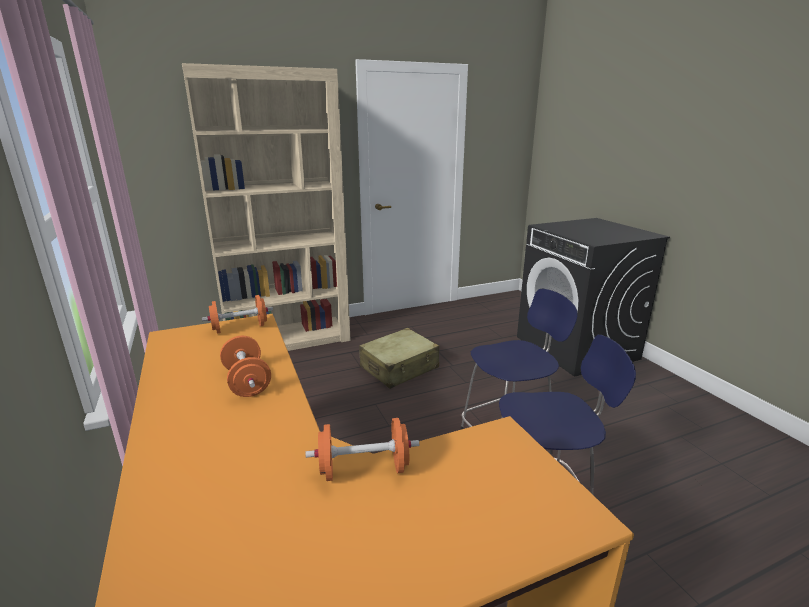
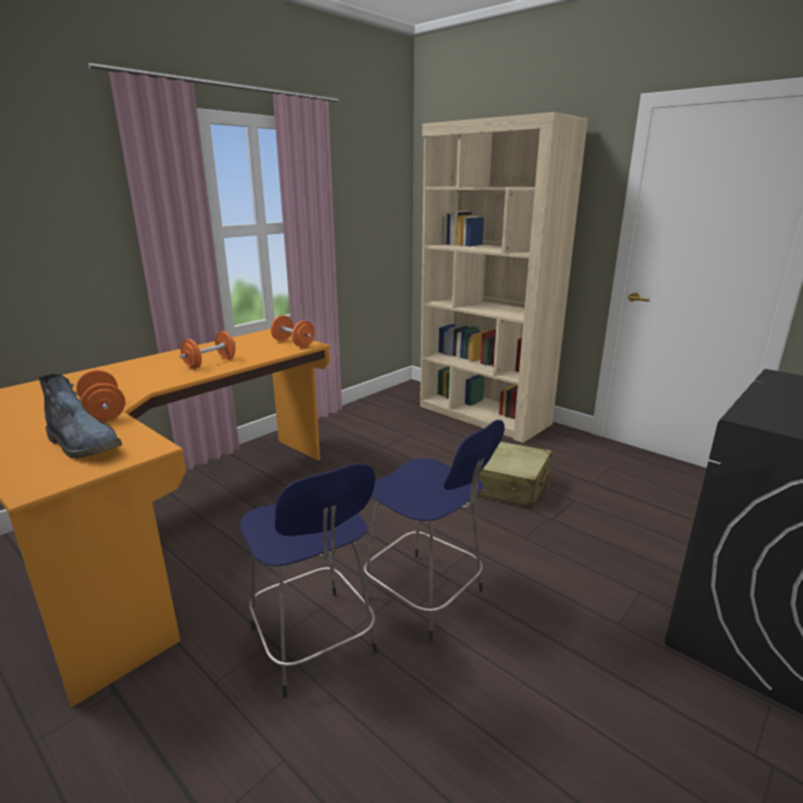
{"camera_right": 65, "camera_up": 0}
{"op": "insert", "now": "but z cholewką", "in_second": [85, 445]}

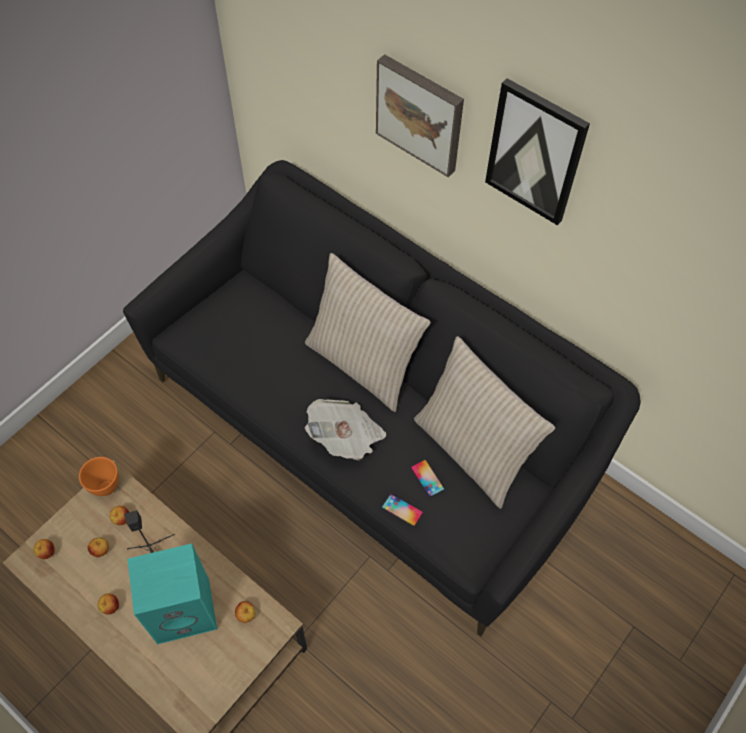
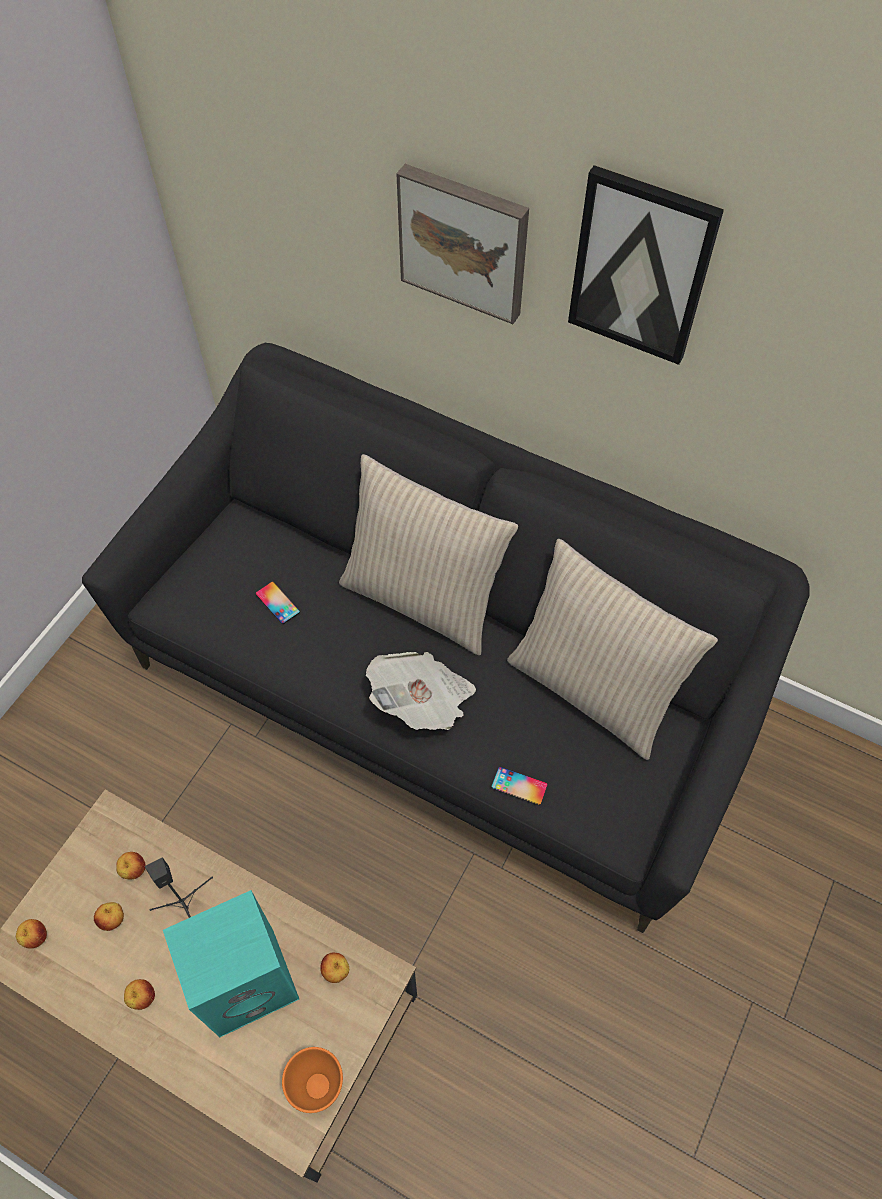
{"camera_right": -10, "camera_up": 0}
{"op": "move", "was": "miska (pomarańczowy)", "in_first": [107, 487], "in_second": [319, 1085]}
{"op": "move", "was": "telefon", "in_first": [427, 478], "in_second": [277, 603]}

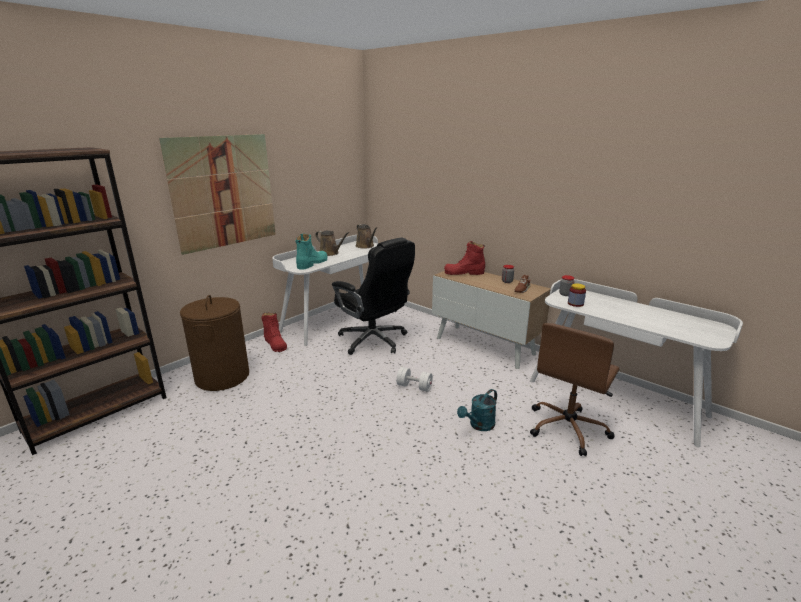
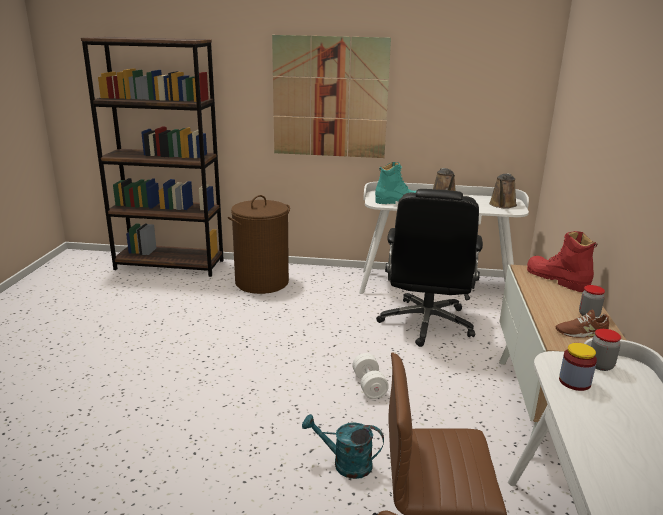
{"camera_right": 55, "camera_up": 0}
{"op": "delete", "was": "but z cholewką (czerwony)", "in_first": [275, 344]}

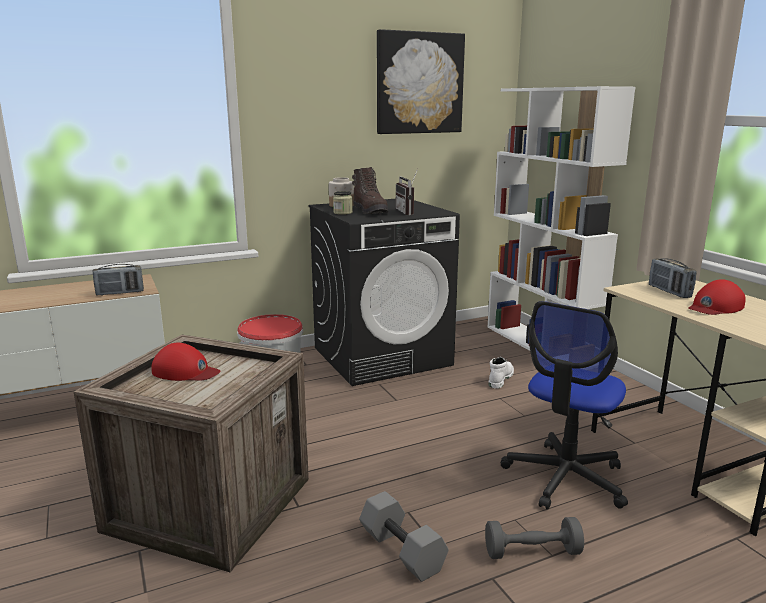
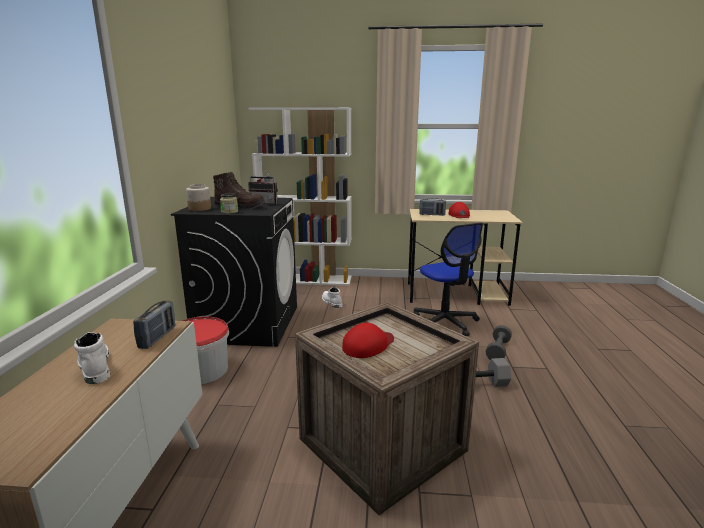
{"camera_right": -60, "camera_up": 0}
{"op": "delete", "was": "obraz", "in_first": [419, 83]}
{"op": "insert", "now": "but z cholewką (biały)", "in_second": [94, 366]}

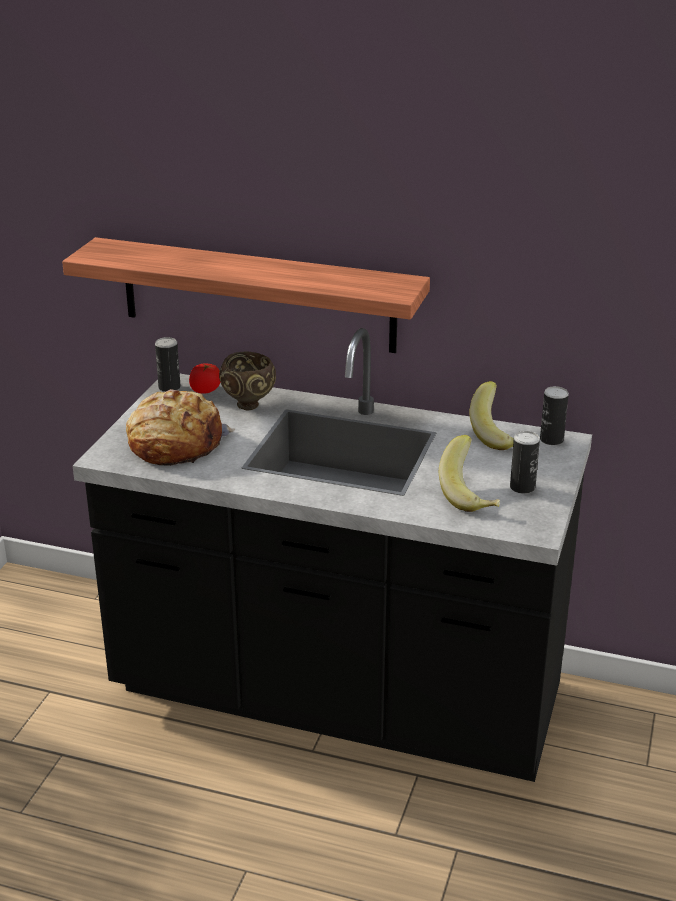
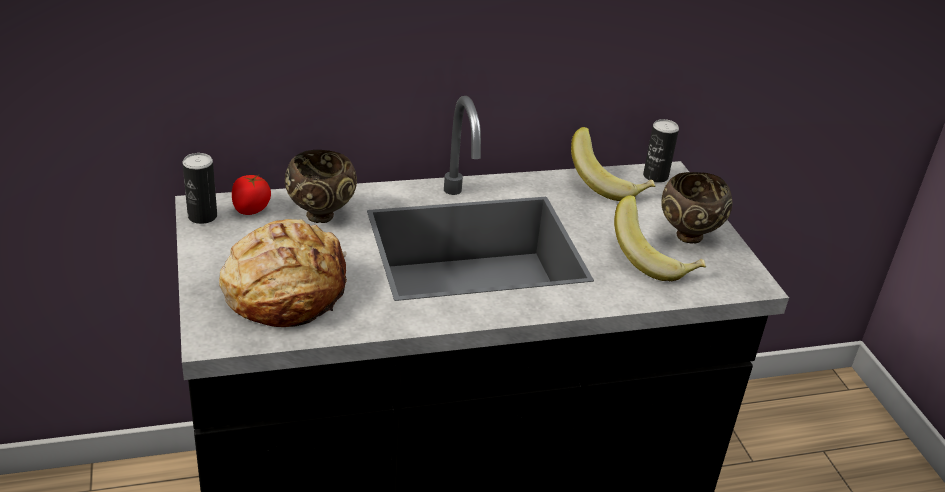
{"camera_right": -35, "camera_up": 5}
{"op": "delete", "was": "półka", "in_first": [257, 295]}
{"op": "replace", "was": "puszka", "now": "miska (brązowy)", "in_first": [522, 487], "in_second": [687, 237]}

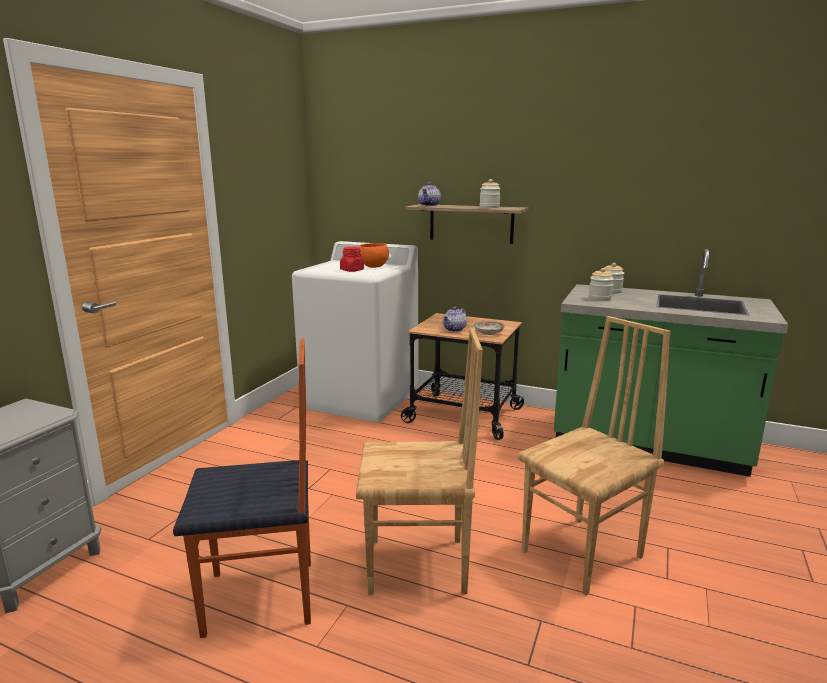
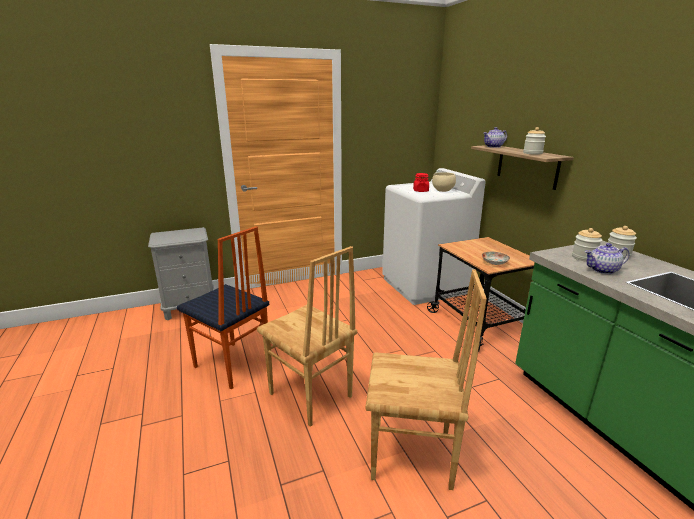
{"camera_right": 45, "camera_up": 5}
{"op": "move", "was": "imbryk", "in_first": [454, 329], "in_second": [602, 270]}
{"op": "recolor", "was": "miska (pomarańczowy)", "now": "miska (beżowy)", "in_first": [373, 266], "in_second": [442, 190]}

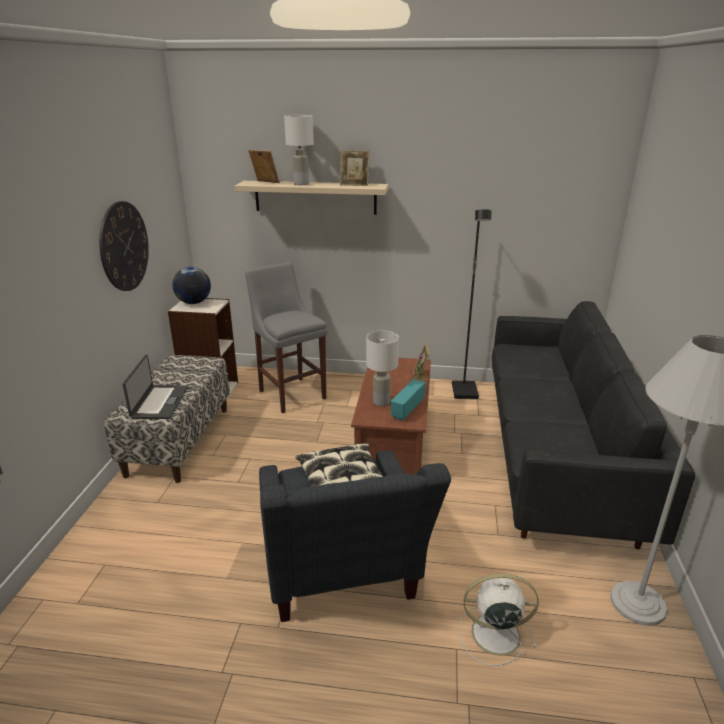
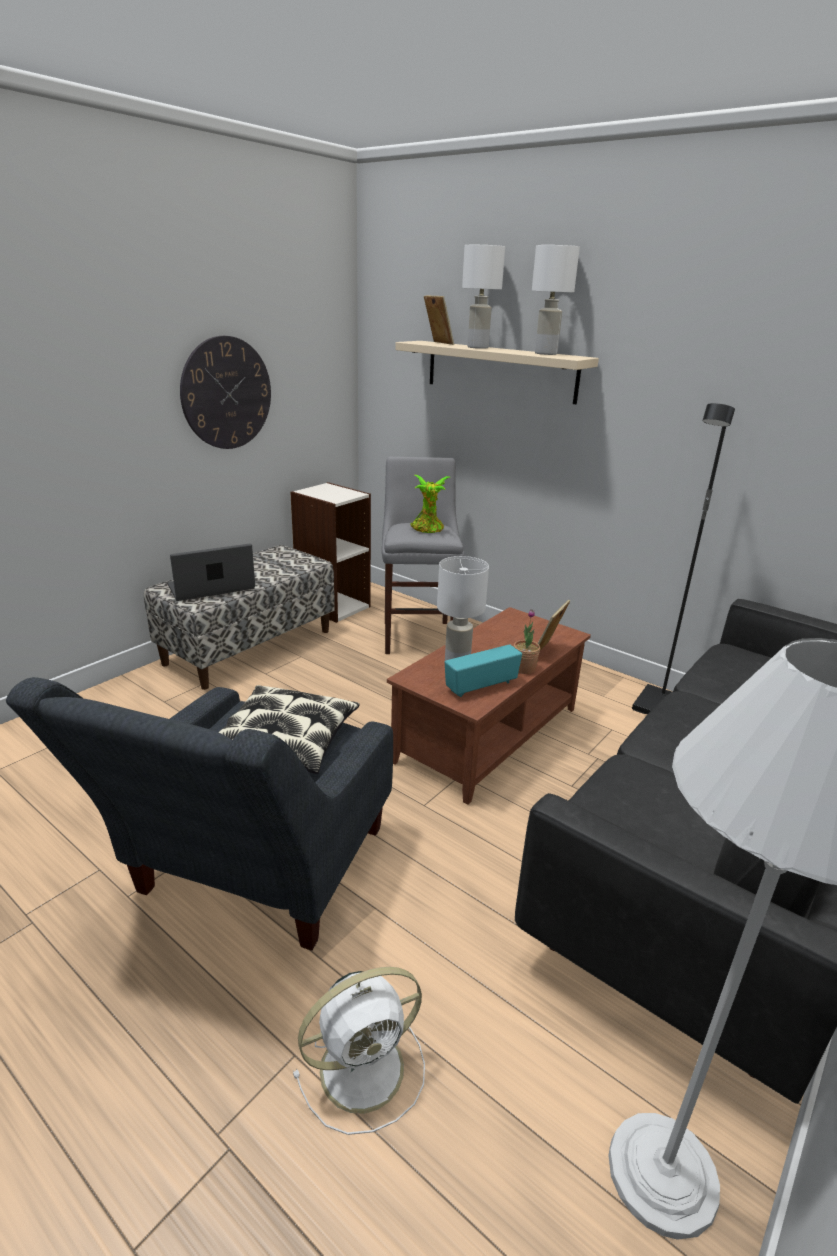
{"camera_right": 30, "camera_up": 0}
{"op": "delete", "was": "globus", "in_first": [194, 302]}
{"op": "insert", "now": "roślina doniczkowa", "in_second": [428, 529]}
{"op": "replace", "was": "ramka na zdjęcie", "now": "lampa stołowa (biały)", "in_first": [354, 185], "in_second": [546, 354]}
{"op": "rotate", "was": "laptop", "in_first": [159, 402], "in_second": [211, 587], "clockwise": -150}
{"op": "rotate", "was": "wentylator (biały)", "in_first": [493, 634], "in_second": [365, 1067], "clockwise": 120}

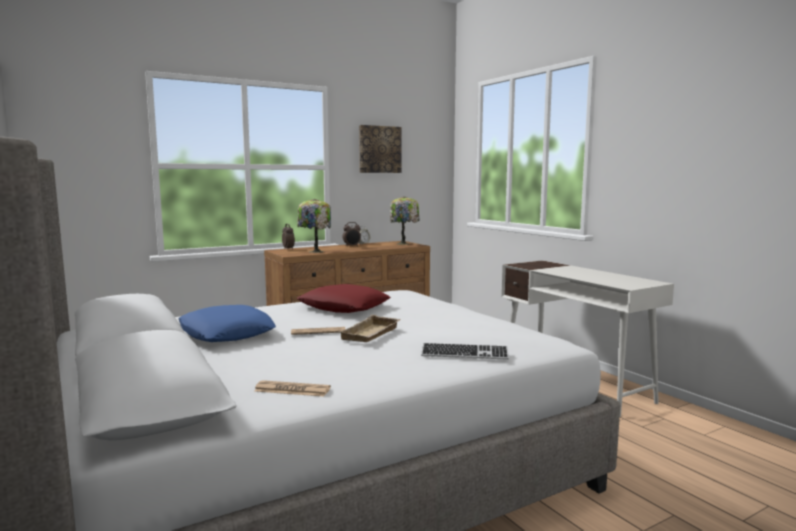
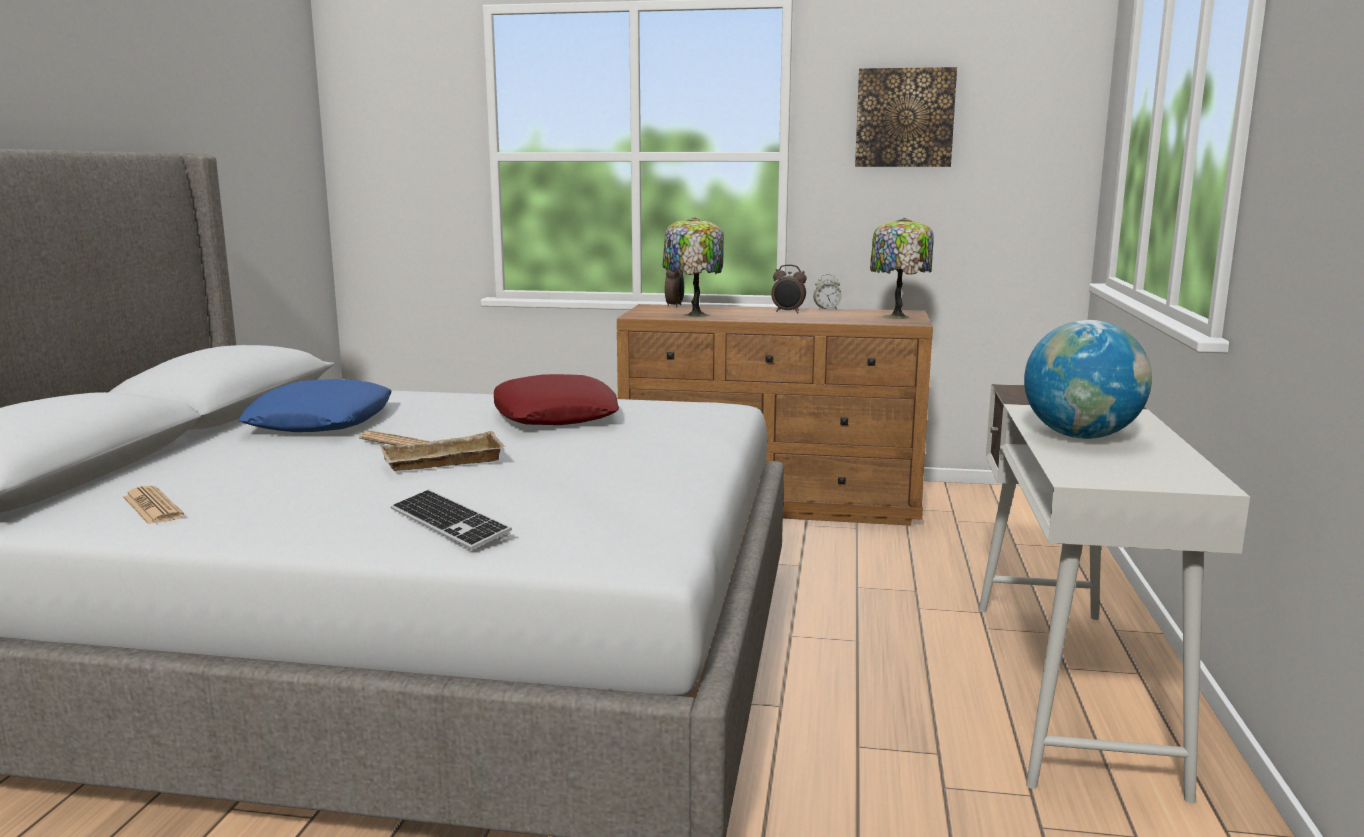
{"camera_right": 40, "camera_up": 5}
{"op": "insert", "now": "globus", "in_second": [1081, 436]}

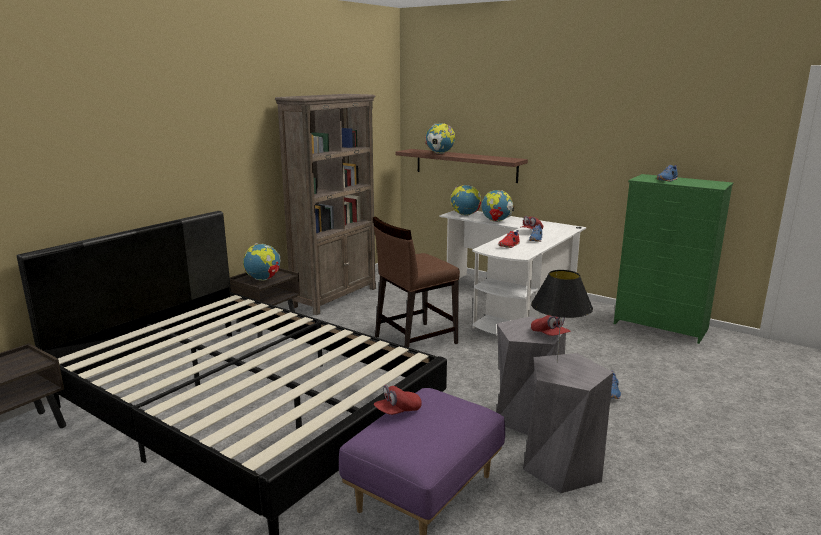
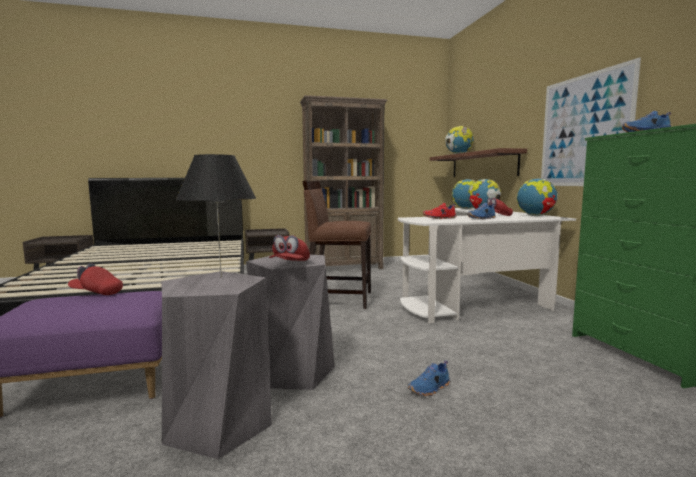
{"camera_right": 40, "camera_up": -10}
{"op": "insert", "now": "obraz", "in_second": [583, 131]}
{"op": "move", "was": "globus", "in_first": [263, 279], "in_second": [536, 216]}

